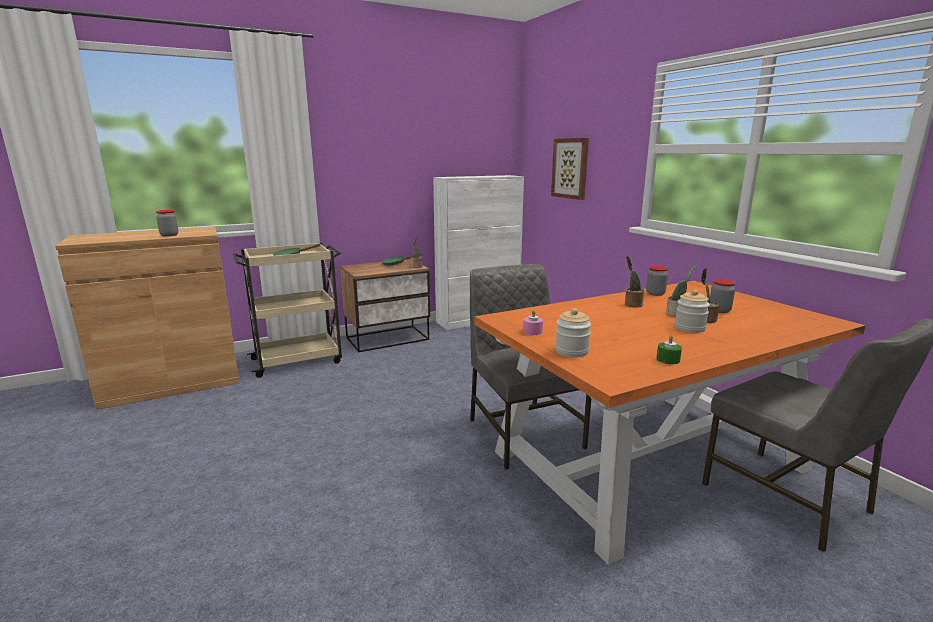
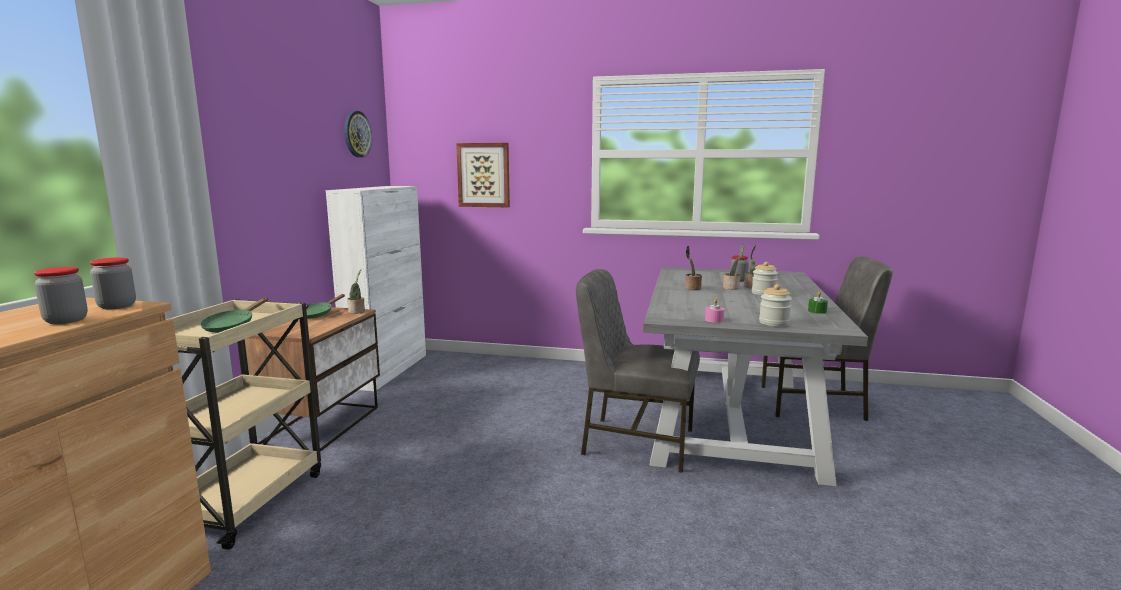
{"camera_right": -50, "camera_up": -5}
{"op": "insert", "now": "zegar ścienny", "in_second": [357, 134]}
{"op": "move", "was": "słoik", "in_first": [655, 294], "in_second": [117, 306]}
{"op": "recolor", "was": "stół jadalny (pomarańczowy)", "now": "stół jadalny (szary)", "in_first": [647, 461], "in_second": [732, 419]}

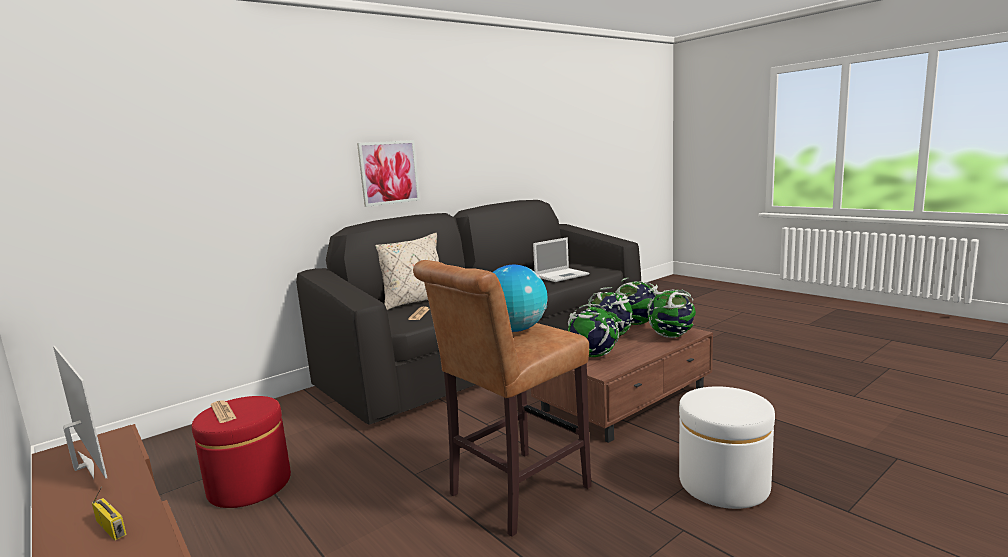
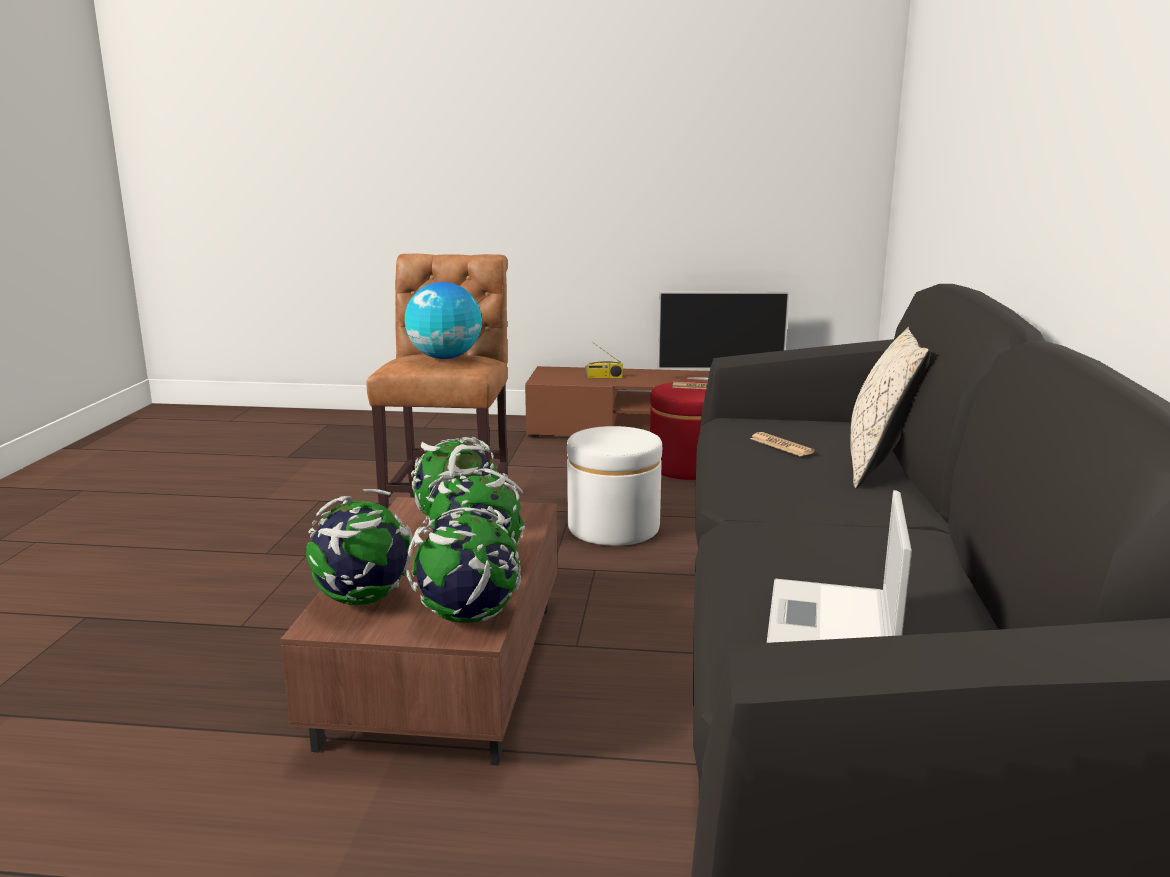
{"camera_right": 135, "camera_up": 5}
{"op": "delete", "was": "obraz", "in_first": [389, 172]}
{"op": "move", "was": "pufa (biały)", "in_first": [723, 484], "in_second": [613, 528]}

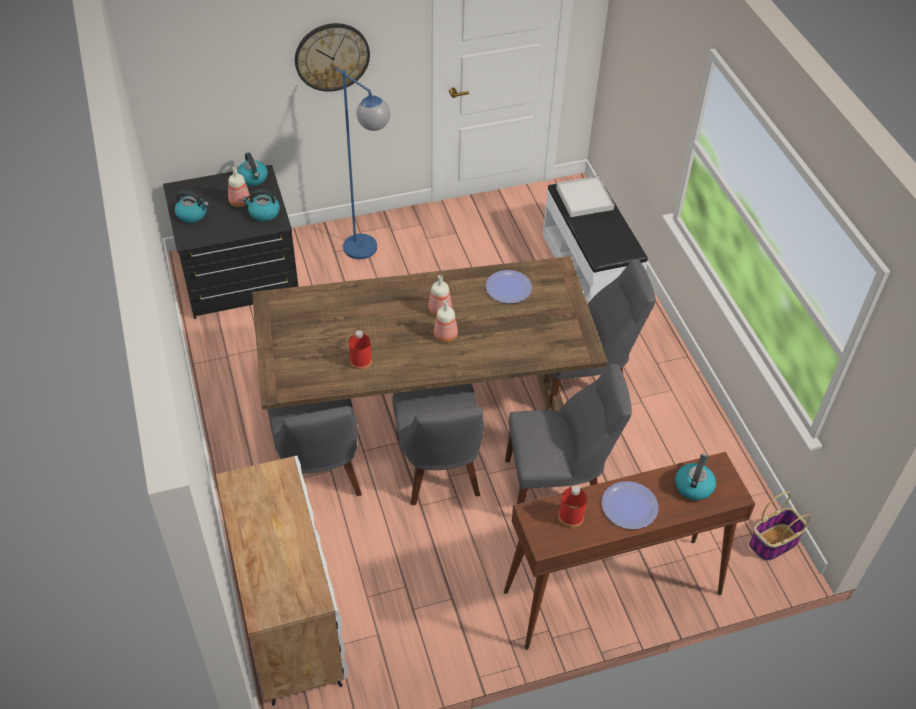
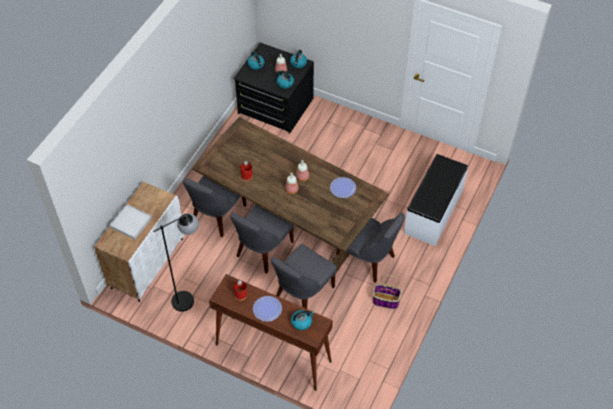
{"camera_right": 45, "camera_up": 5}
{"op": "delete", "was": "zegar ścienny", "in_first": [332, 57]}
{"op": "delete", "was": "lampa stojąca (niebieski)", "in_first": [368, 253]}
{"op": "insert", "now": "lampa stojąca (czarny)", "in_second": [189, 297]}
{"op": "move", "was": "taca (biały)", "in_first": [584, 199], "in_second": [131, 223]}
{"op": "move", "was": "koszyk", "in_first": [773, 543], "in_second": [385, 301]}
{"op": "rotate", "was": "krzesło (szary)", "in_first": [557, 485], "in_second": [302, 294], "clockwise": 90}

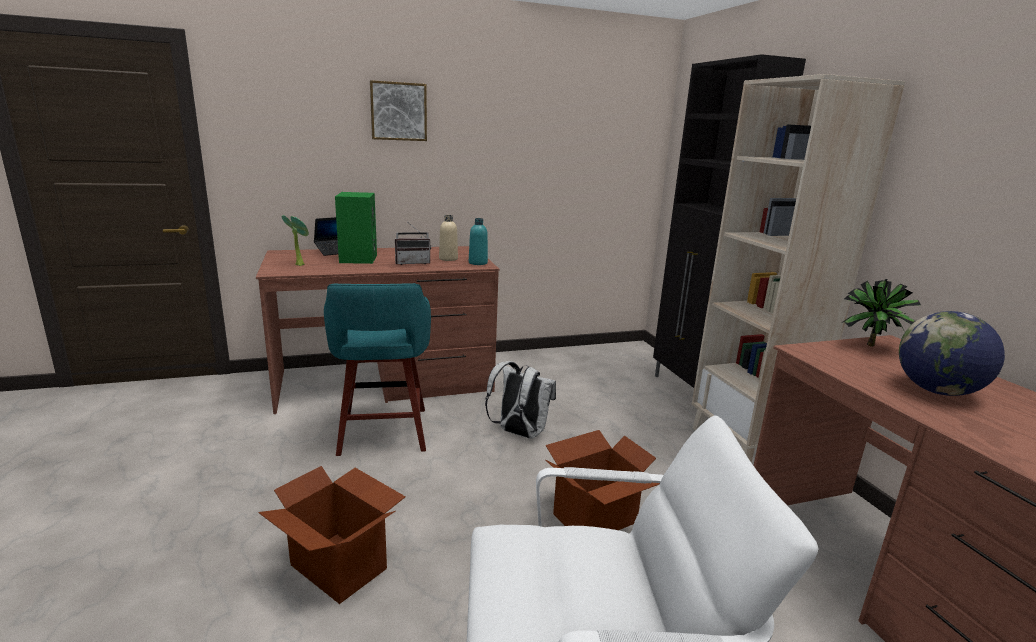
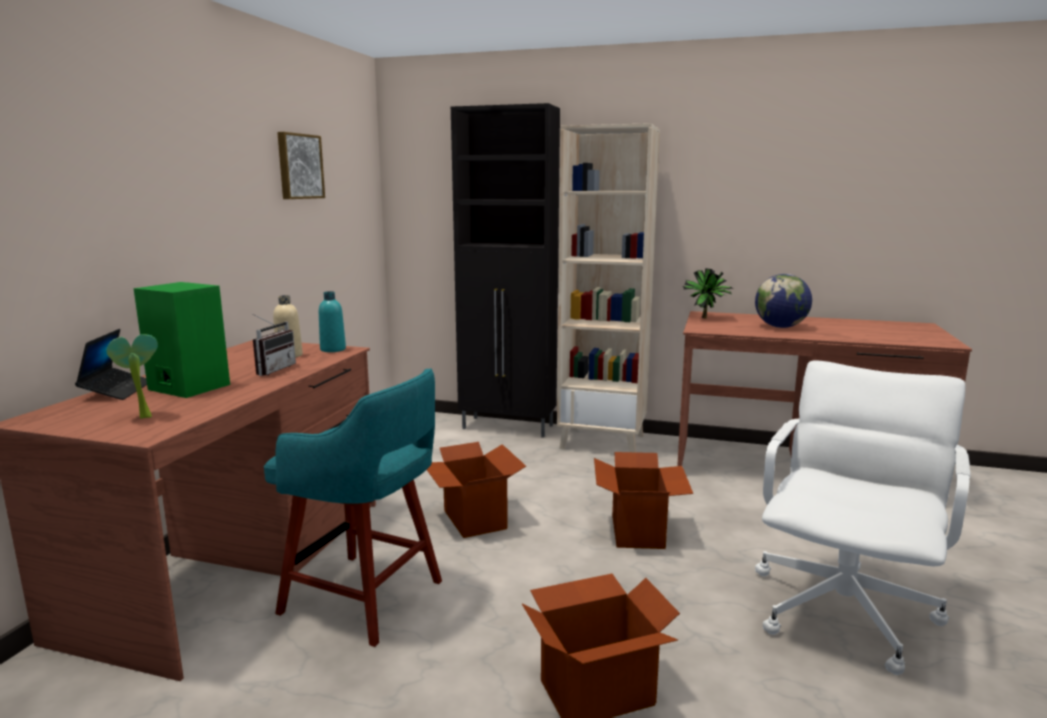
{"camera_right": -55, "camera_up": -5}
{"op": "move", "was": "obraz", "in_first": [398, 111], "in_second": [299, 166]}
{"op": "replace", "was": "plecak (biały)", "now": "karton", "in_first": [519, 433], "in_second": [474, 520]}

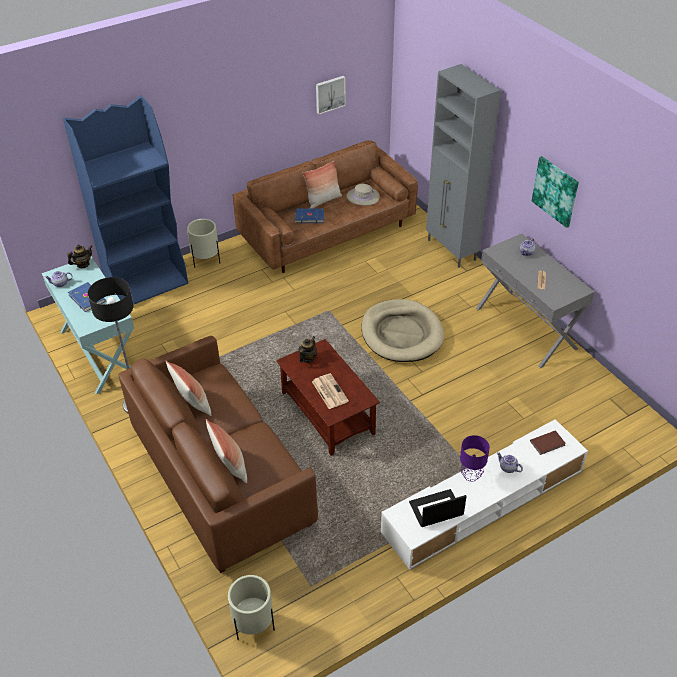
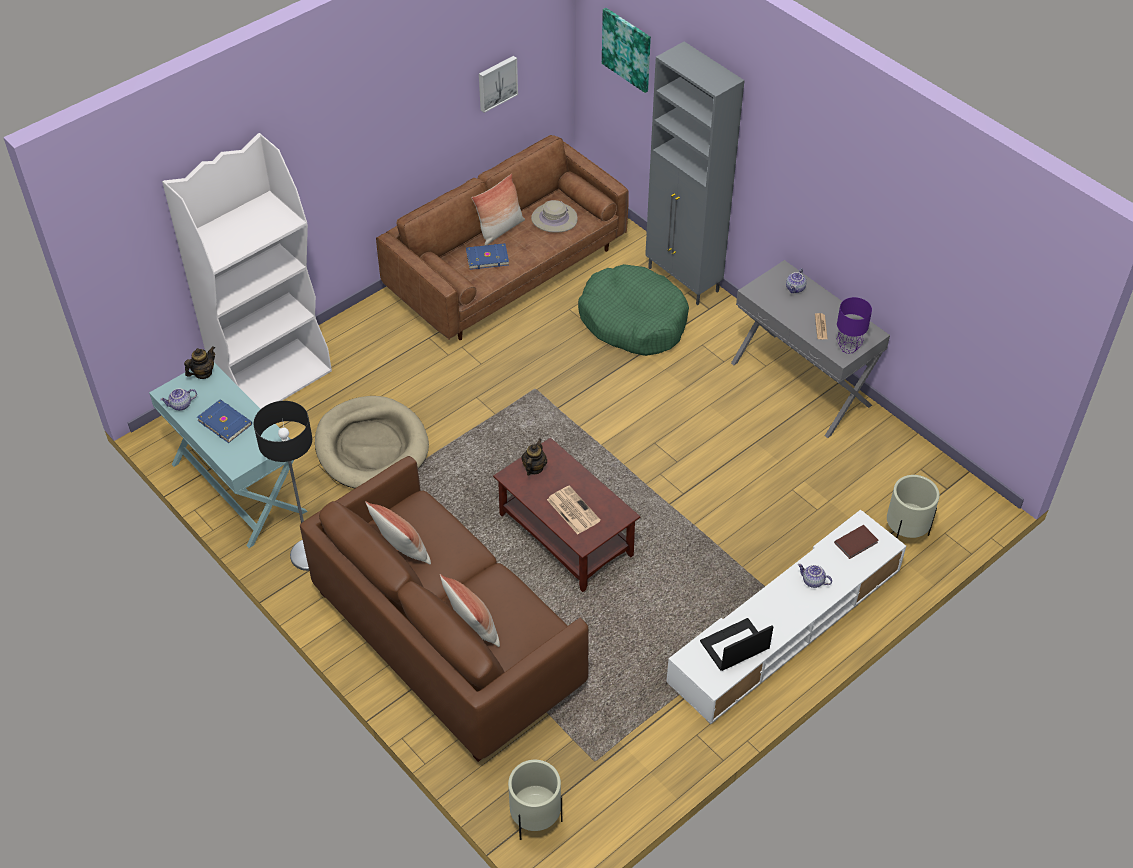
{"camera_right": -10, "camera_up": 5}
{"op": "insert", "now": "legowisko (zielony)", "in_second": [633, 320]}
{"op": "move", "was": "donica (beżowy)", "in_first": [206, 261], "in_second": [905, 533]}
{"op": "move", "was": "legowisko (beżowy)", "in_first": [401, 334], "in_second": [371, 447]}
{"op": "move", "was": "lampa stołowa (fioletowy)", "in_first": [471, 476], "in_second": [848, 348]}
{"op": "move", "was": "obraz", "in_first": [555, 191], "in_second": [627, 49]}
{"op": "recolor", "was": "regał (niebieski)", "now": "regał (biały)", "in_first": [147, 284], "in_second": [274, 378]}

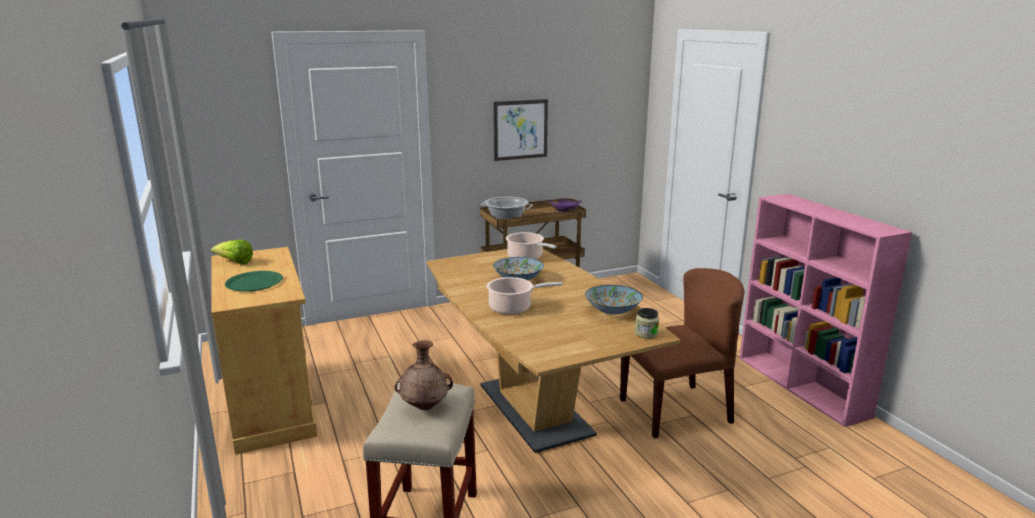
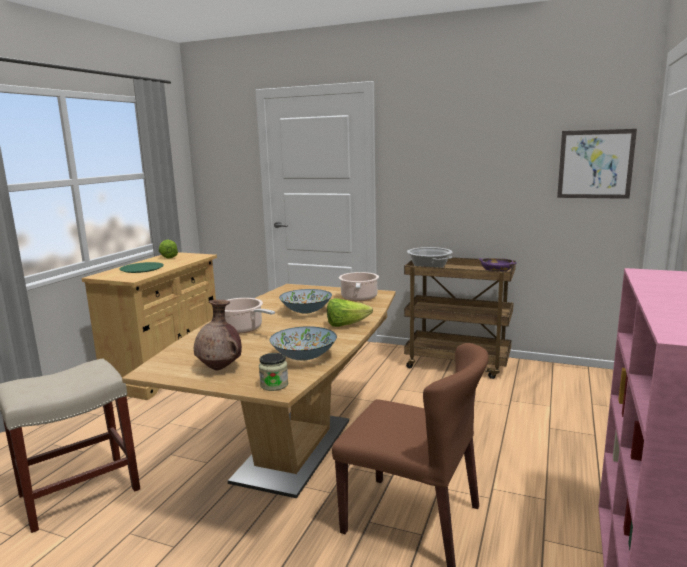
{"camera_right": 45, "camera_up": -5}
{"op": "insert", "now": "sałata", "in_second": [346, 325]}
{"op": "move", "was": "wazon (brązowy)", "in_first": [425, 407], "in_second": [220, 368]}
{"op": "move", "was": "obraz", "in_first": [520, 129], "in_second": [595, 164]}

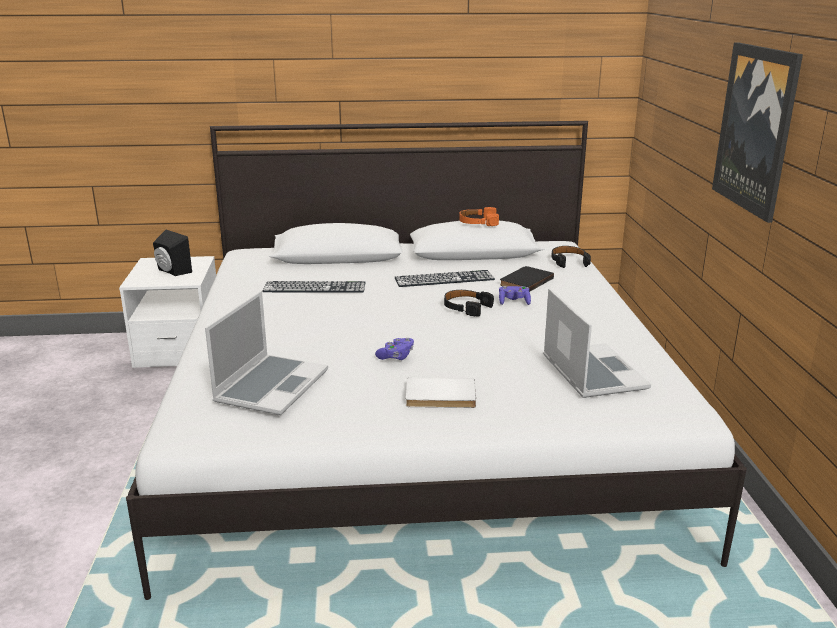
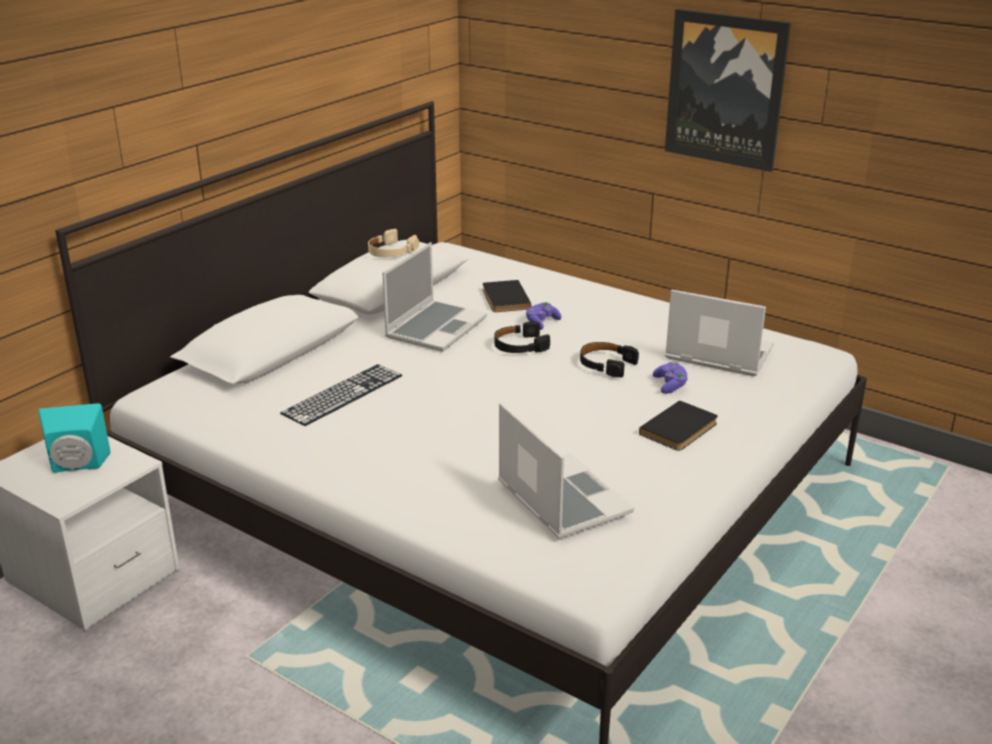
{"camera_right": -50, "camera_up": 5}
{"op": "move", "was": "pad do gier (fioletowy)", "in_first": [396, 357], "in_second": [670, 385]}
{"op": "move", "was": "słuchawki (czarny)", "in_first": [569, 261], "in_second": [606, 364]}
{"op": "replace", "was": "klawiatura", "now": "laptop", "in_first": [444, 279], "in_second": [435, 327]}
{"op": "recolor", "was": "głośnik (czarny)", "now": "głośnik (turkusowy)", "in_first": [171, 271], "in_second": [77, 466]}
{"op": "recolor", "was": "książka (biały)", "now": "książka (czarny)", "in_first": [440, 397], "in_second": [681, 429]}
{"op": "recolor", "was": "słuchawki (pomarańczowy)", "now": "słuchawki (beżowy)", "in_first": [478, 222], "in_second": [391, 251]}

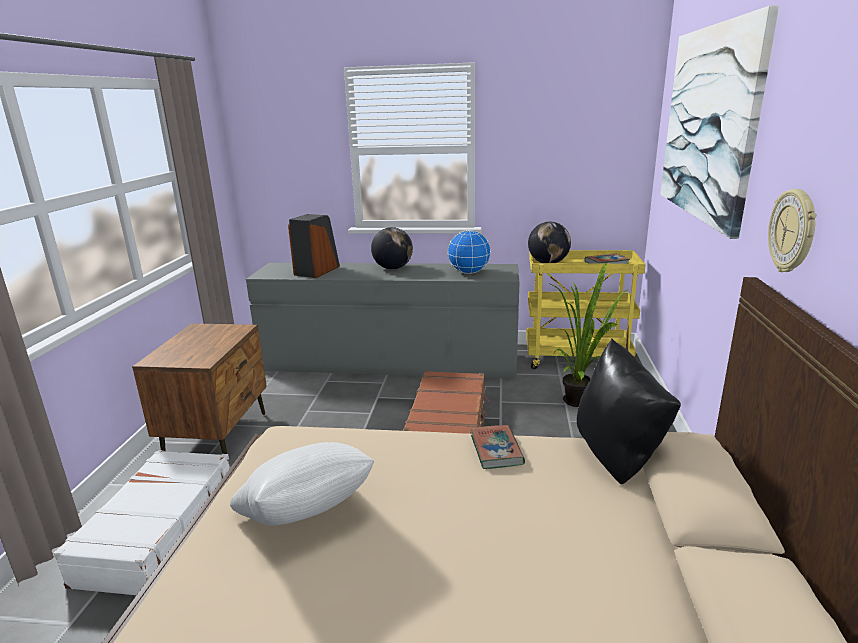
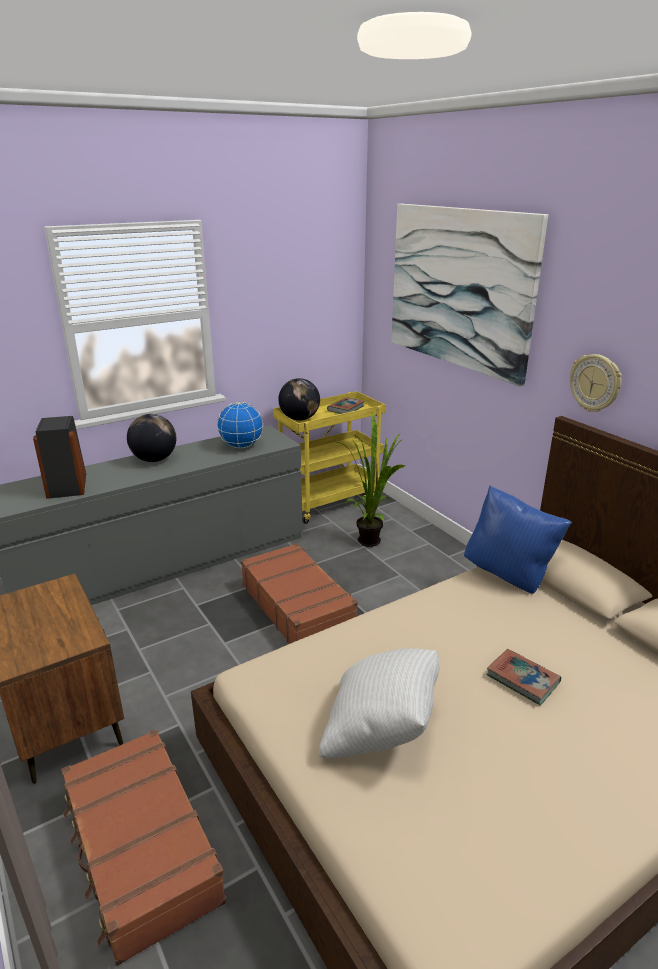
{"camera_right": -40, "camera_up": 5}
{"op": "move", "was": "książka", "in_first": [496, 450], "in_second": [522, 679]}
{"op": "recolor", "was": "walizka (biały)", "now": "walizka (brązowy)", "in_first": [157, 531], "in_second": [140, 850]}
{"op": "recolor", "was": "poduszka (czarny)", "now": "poduszka (niebieski)", "in_first": [618, 458], "in_second": [509, 576]}

